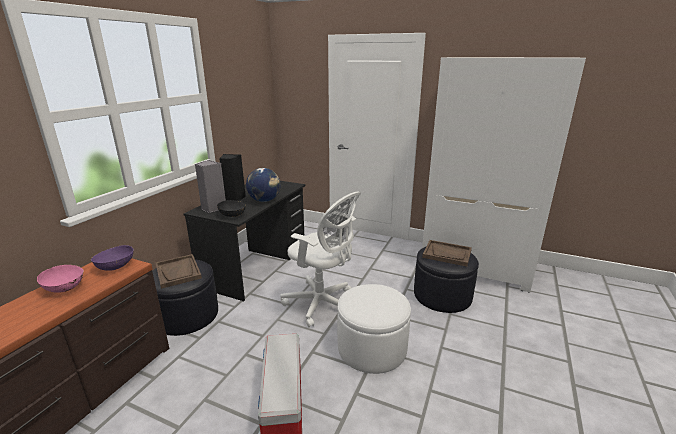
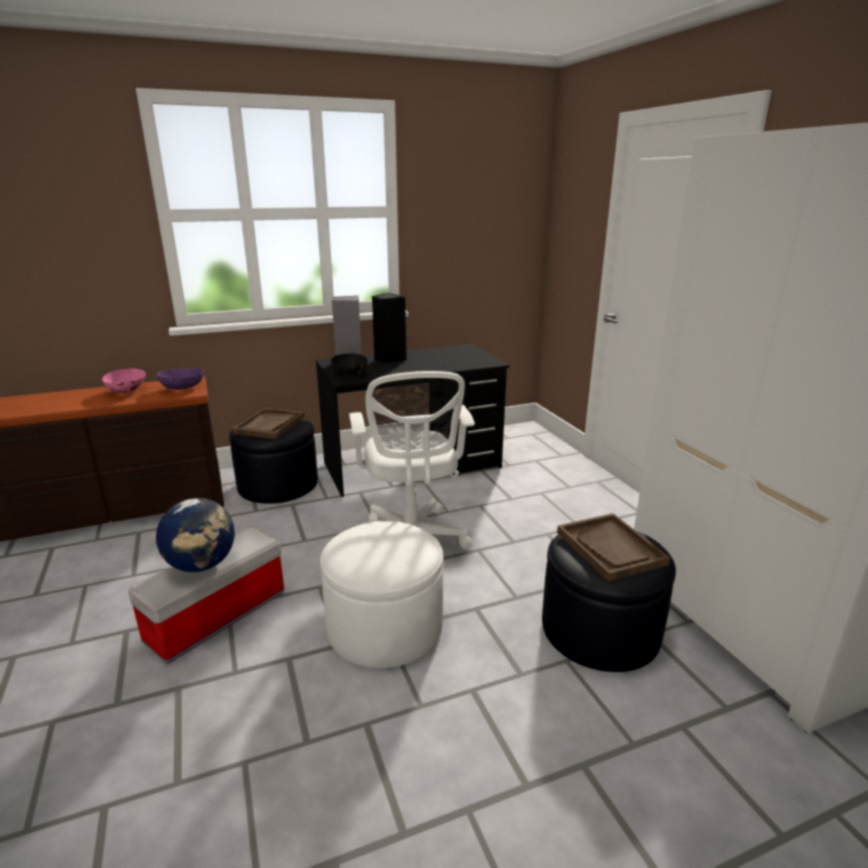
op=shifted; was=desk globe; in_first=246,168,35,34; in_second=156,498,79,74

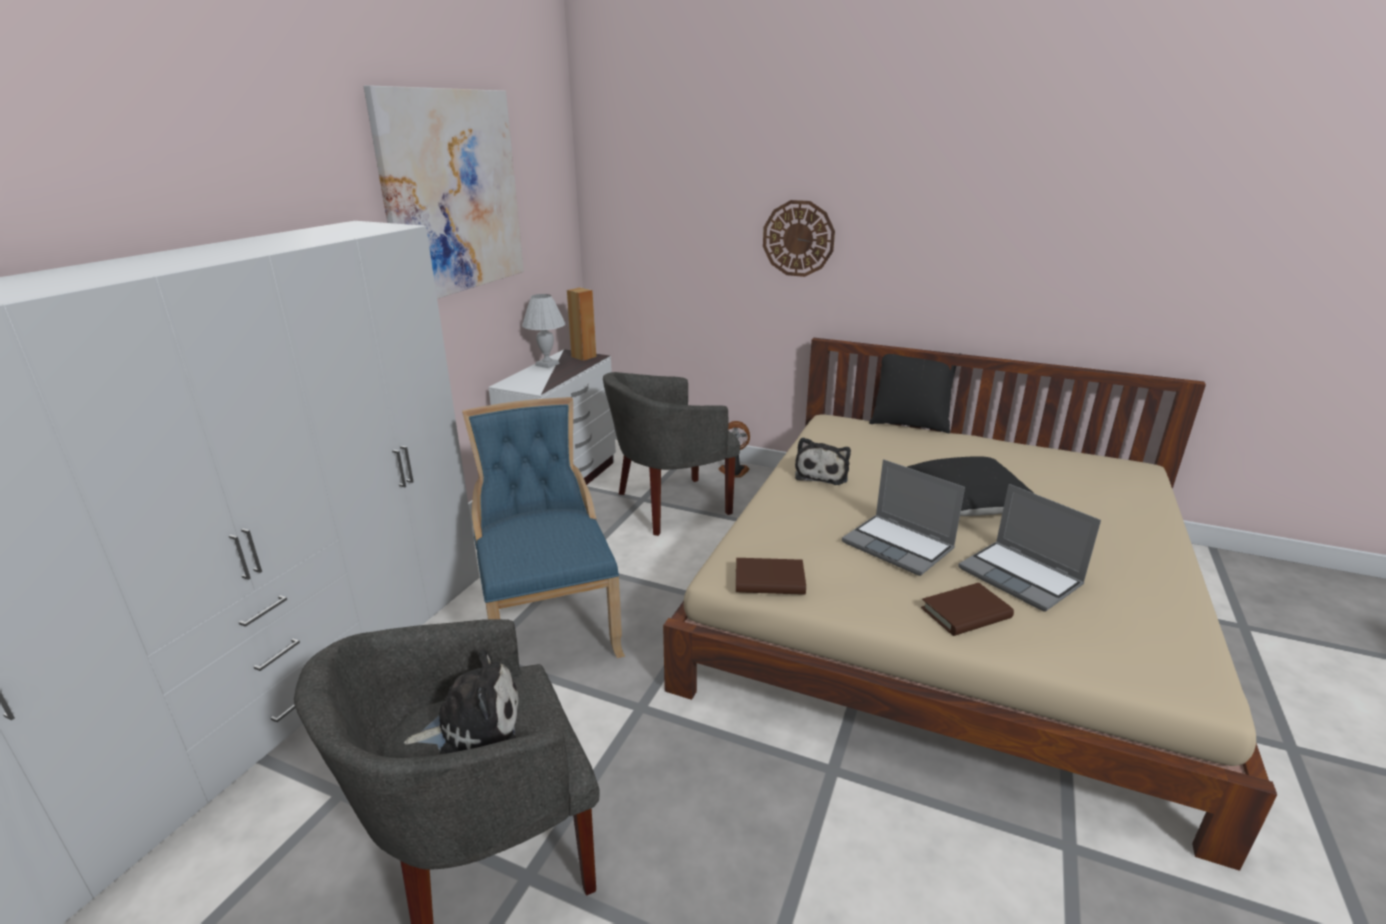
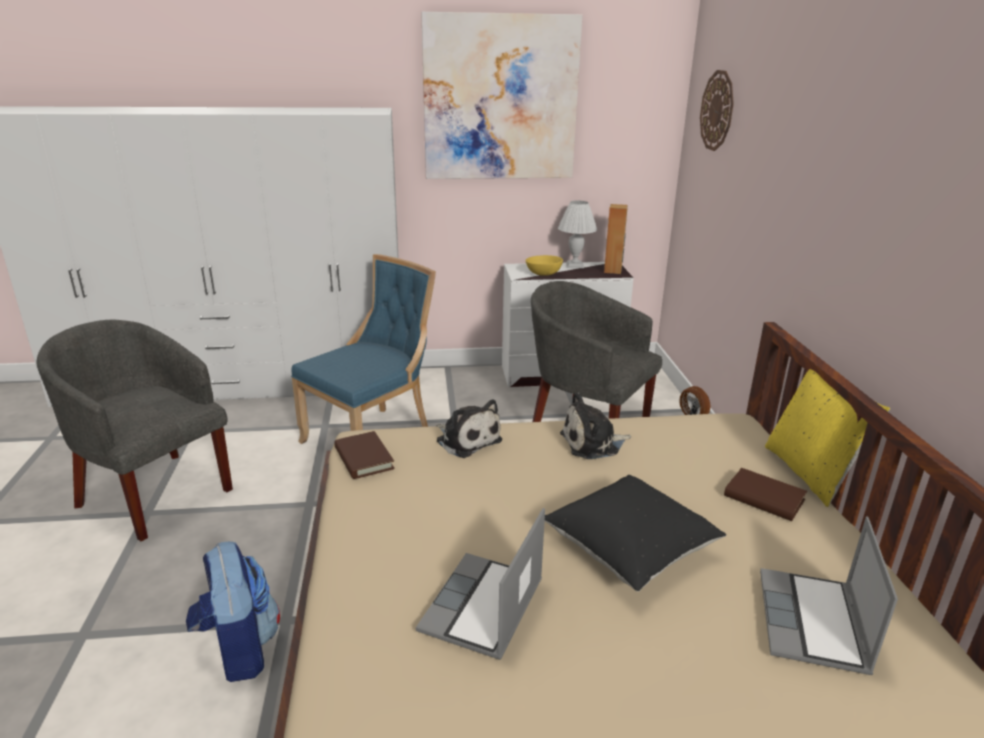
op=shifted; was=clock on the wall; in_first=763,200,72,77; in_second=700,70,34,81
op=repainted; was=blackish cushion; now=yellowish cushion; in_first=869,353,92,80; in_second=765,369,125,138
op=shifted; was=notebook computer; in_first=842,459,123,117; in_second=760,516,138,159
op=shifted; was=brown bound book; in_first=921,583,93,53; in_second=724,468,83,53
op=shifted; was=plush toy; in_first=404,649,115,106; in_second=436,399,66,59
op=new; now=yellowish bowl; in_second=525,255,38,21
op=new; now=rucksack; in_second=186,542,94,140

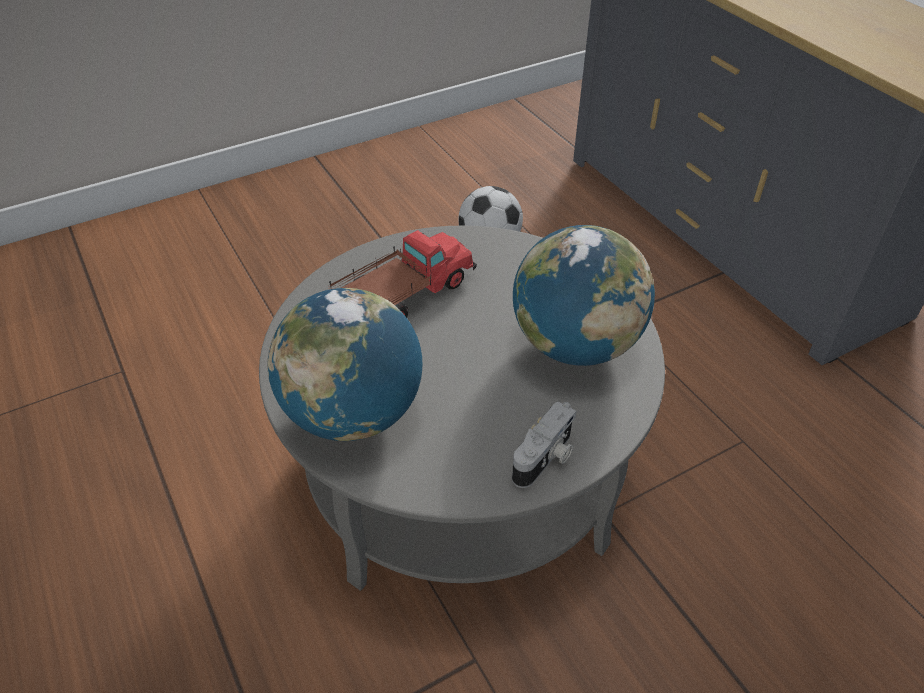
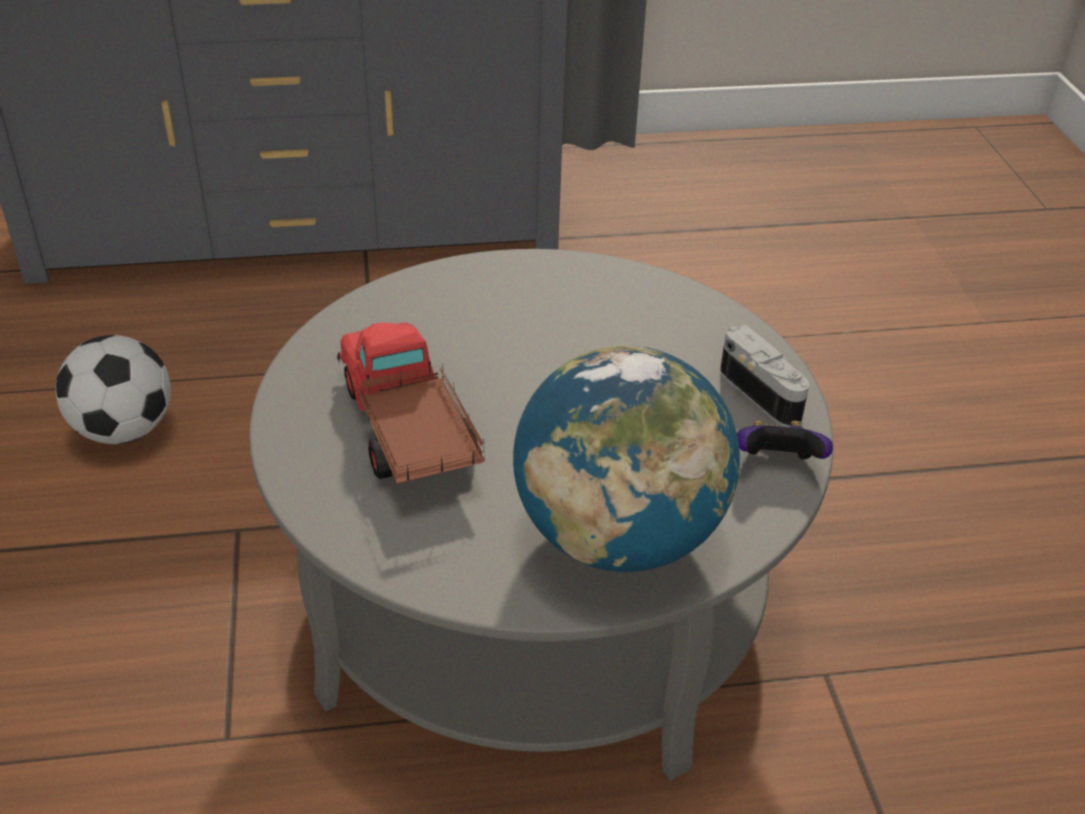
op=gone; was=desk globe; in_first=513,225,142,141
op=new; now=joypad; in_second=737,421,96,38

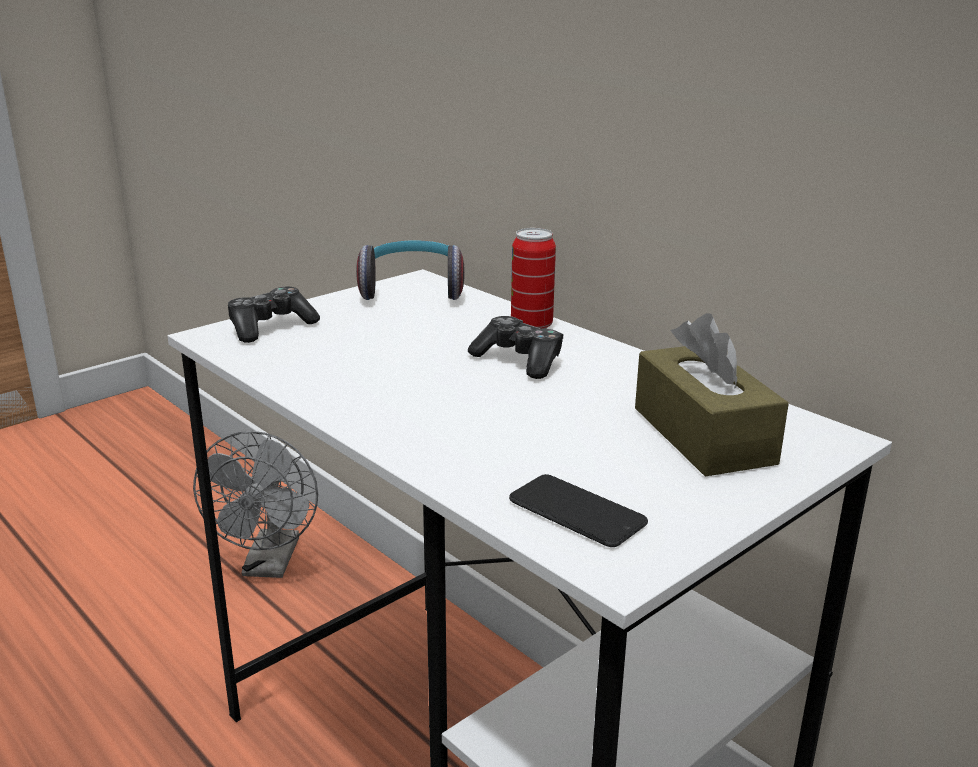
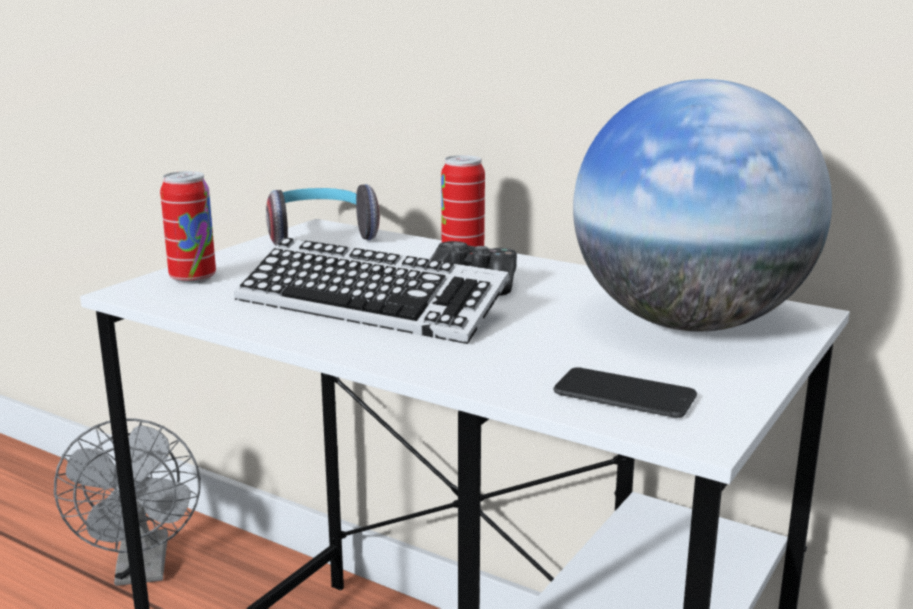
op=swapped; was=joypad; now=metal can; in_first=228,287,92,56; in_second=160,171,56,113
op=swapped; was=brown tissue box; now=desk globe; in_first=635,313,154,164; in_second=573,79,259,253
op=new; now=keyboard; in_second=234,237,275,107

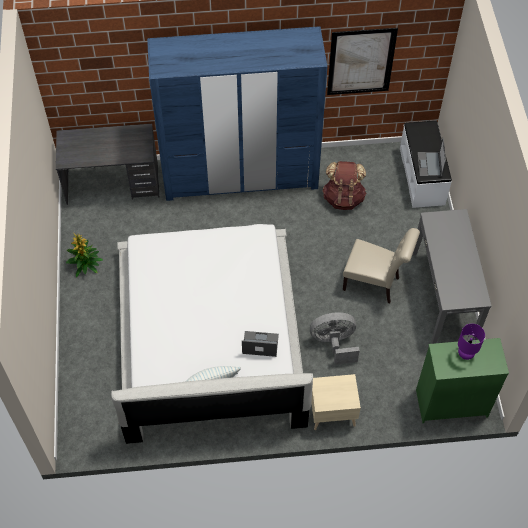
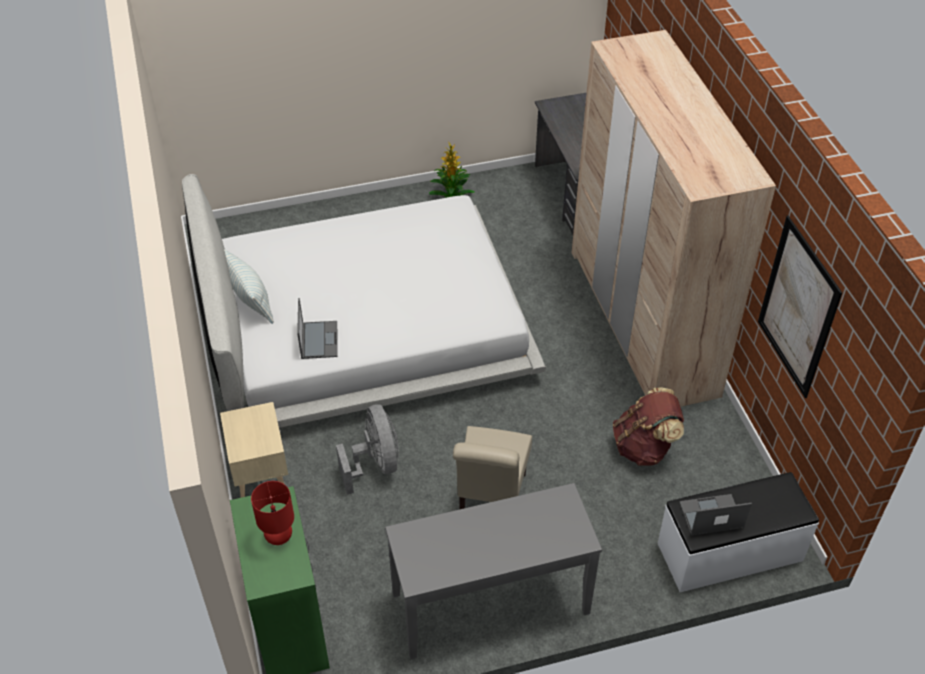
op=repainted; was=blue-coloured clothes cupboard; now=sand-coloured clothes cupboard; in_first=147,27,180,174; in_second=572,30,204,377
op=repainted; was=purple lamp for a table; now=red-coloured lamp for a table; in_first=458,324,27,36; in_second=251,481,43,64

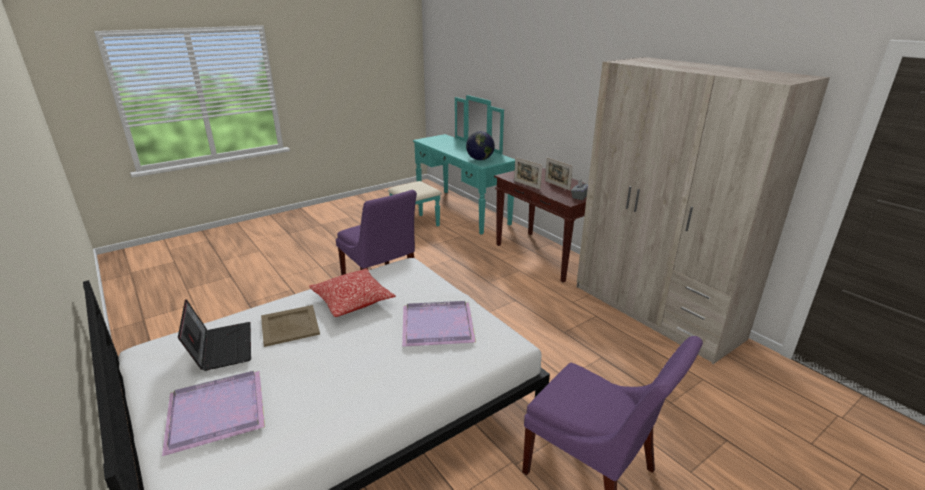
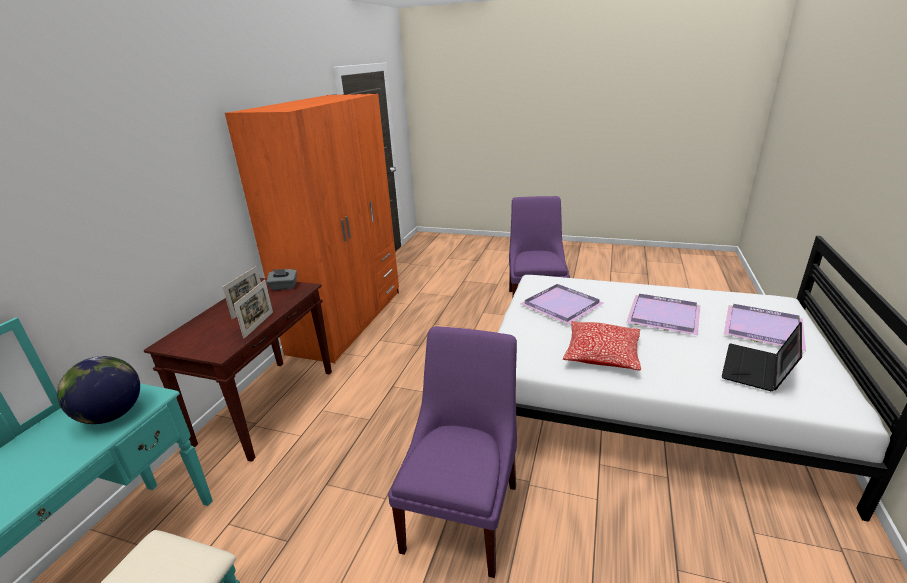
op=repainted; was=sand-coloured clothes cupboard; now=orange-coloured clothes cupboard; in_first=576,57,254,307; in_second=225,94,174,269
op=gone; was=sand-coloured serving tray; in_first=261,305,59,42
op=new; now=purple serving tray; in_second=627,294,73,41

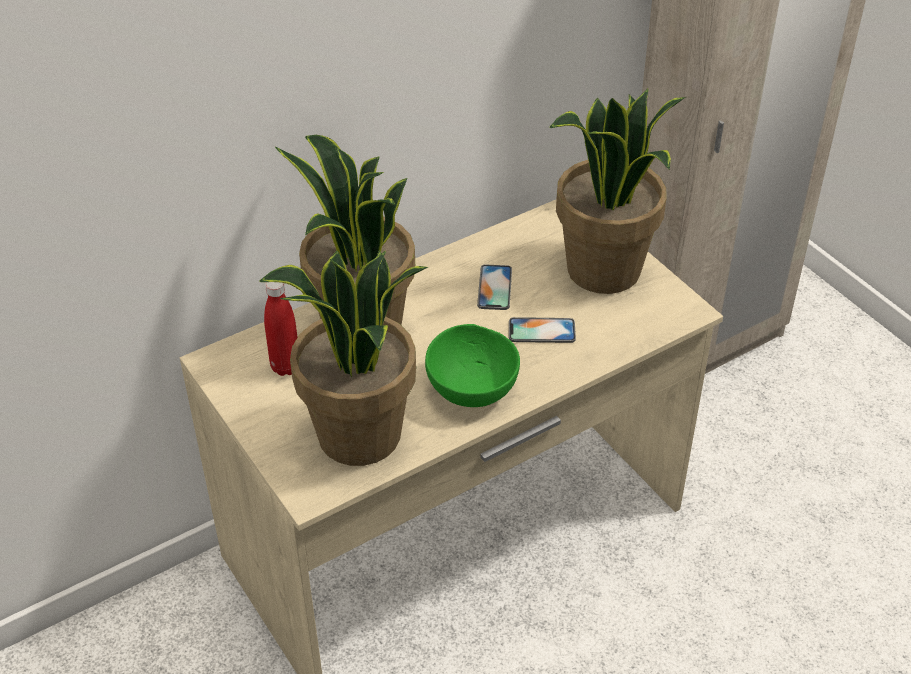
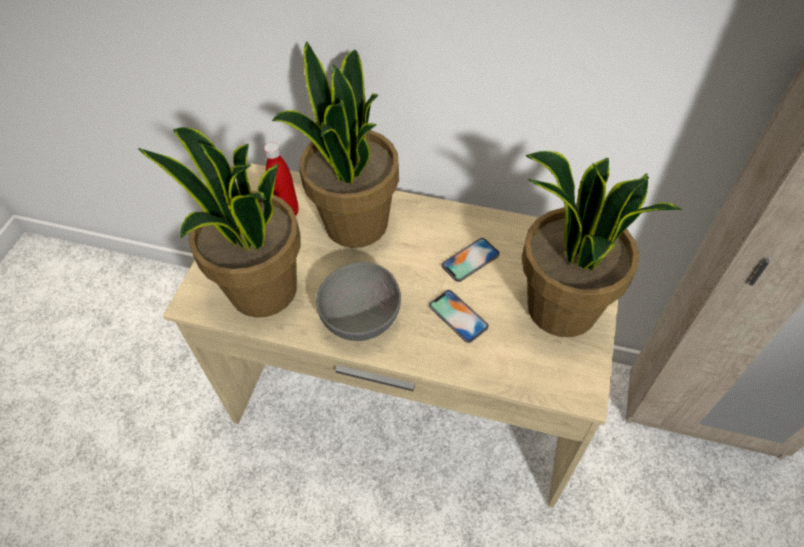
op=repainted; was=green bowl; now=greyish bowl; in_first=425,324,95,83; in_second=316,262,85,79

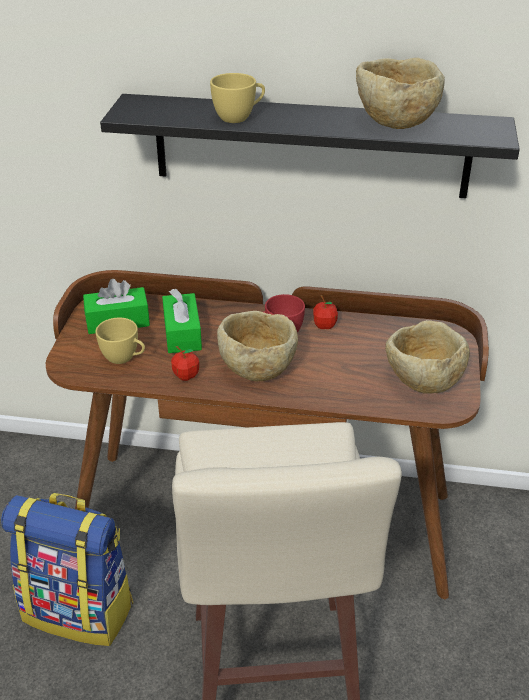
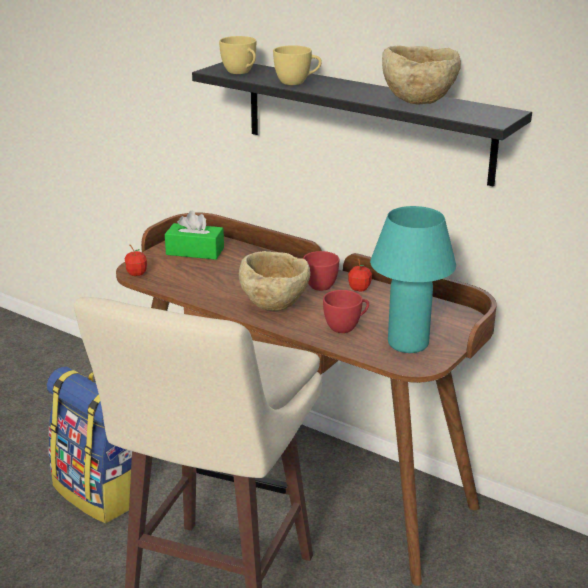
op=gone; was=green tissue box; in_first=162,289,40,64
op=shifted; was=yellowish small cup; in_first=95,318,50,46; in_second=219,36,37,38
op=swapped; was=sand-coloured bowl; now=turquoise-coloured lamp for a table; in_first=385,320,85,74; in_second=370,206,86,147
op=shifted; was=apple; in_first=171,346,28,35; in_second=125,245,22,31
op=new; now=red-coloured small cup; in_second=323,290,46,43

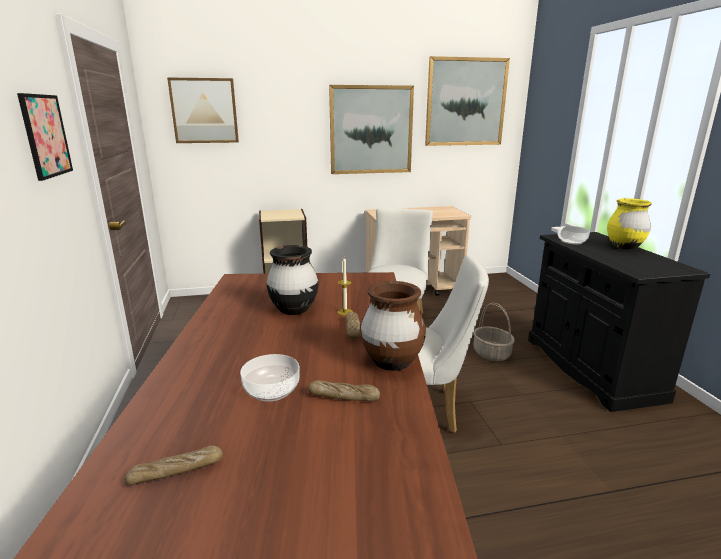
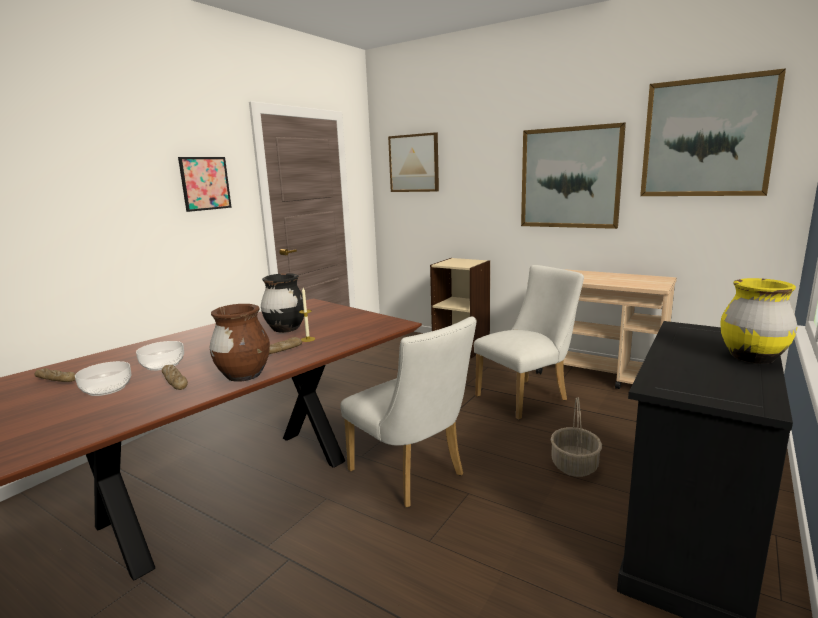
op=shifted; was=bowl; in_first=558,226,32,18; in_second=75,361,56,35

